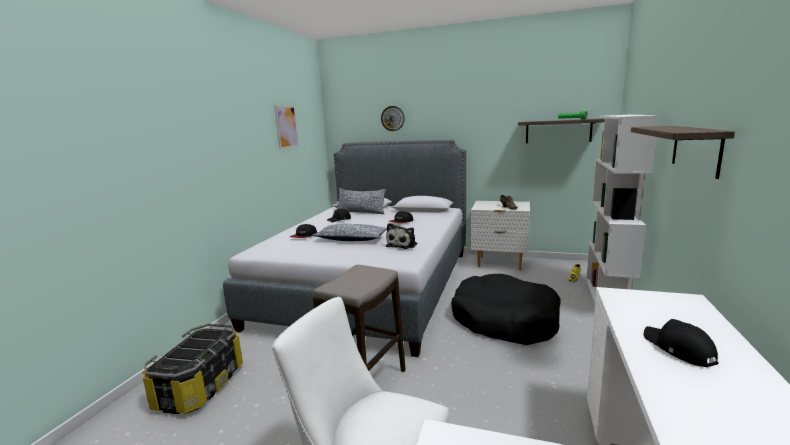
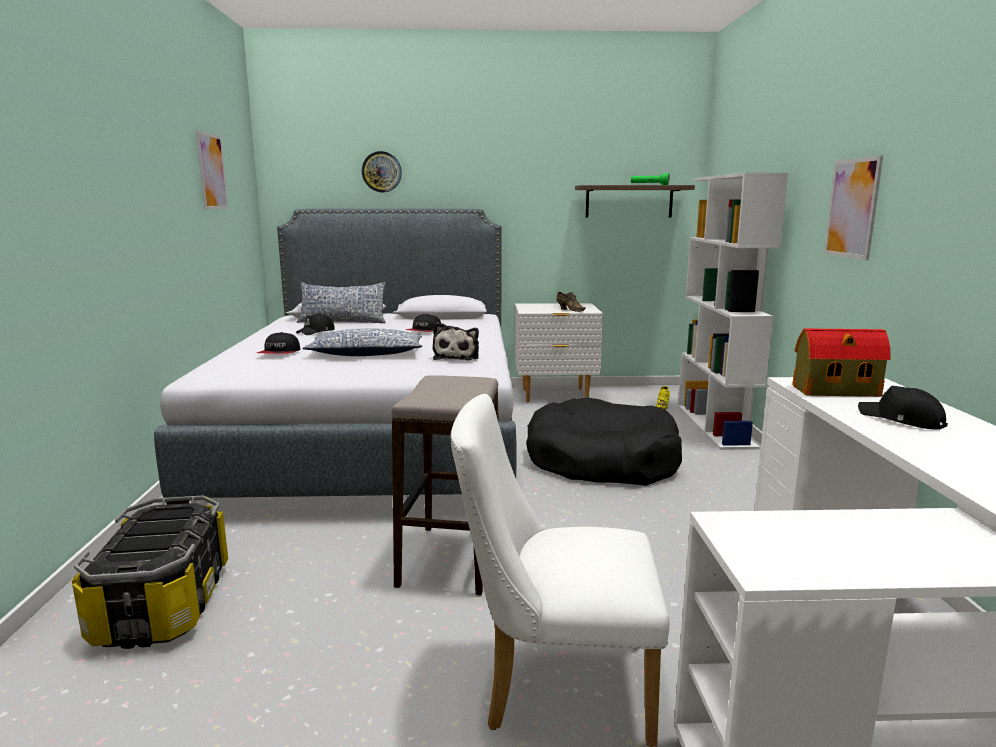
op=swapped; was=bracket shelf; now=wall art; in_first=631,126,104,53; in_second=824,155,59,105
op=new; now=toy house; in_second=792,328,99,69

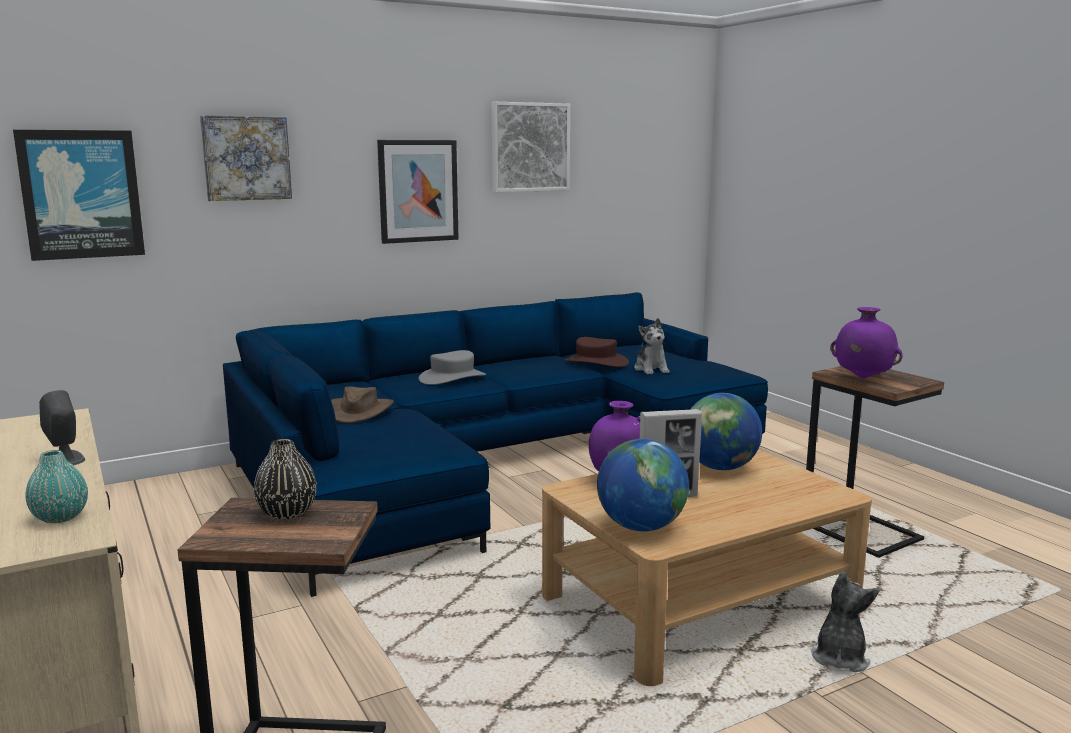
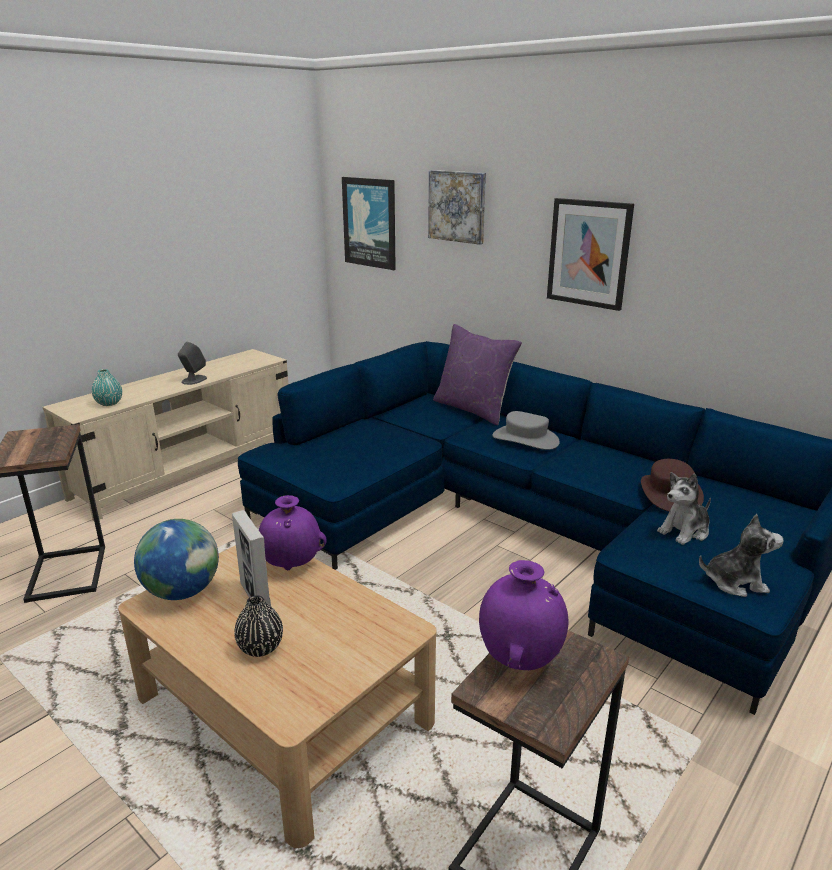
op=gone; was=wall art; in_first=491,102,79,90
op=gone; was=brown clothing hat; in_first=331,386,63,37
op=gone; was=desk globe; in_first=690,393,72,77
op=shifted; was=blackish vase; in_first=254,439,63,80; in_second=234,595,49,62
op=shifted; was=plush toy; in_first=811,572,68,100; in_second=699,514,85,83
op=new; now=purple cushion; in_second=433,324,89,101

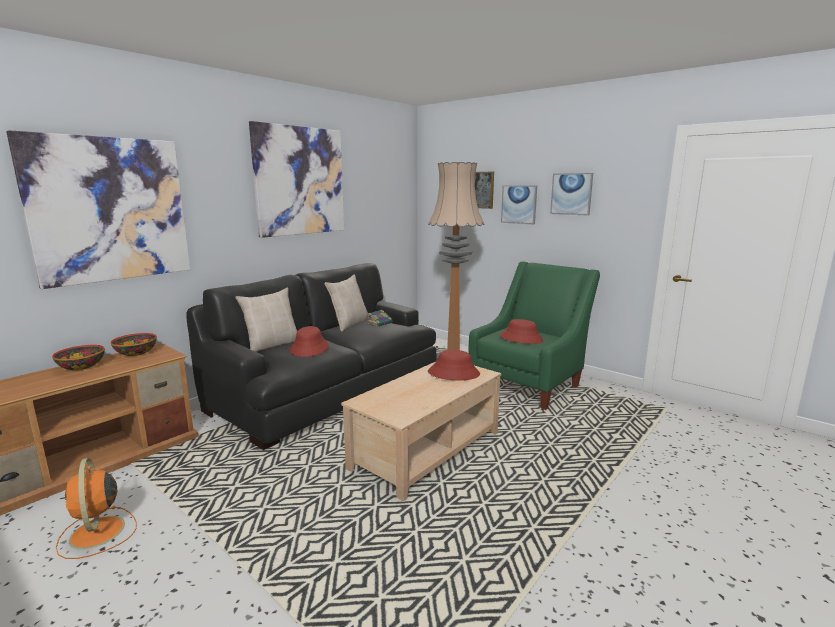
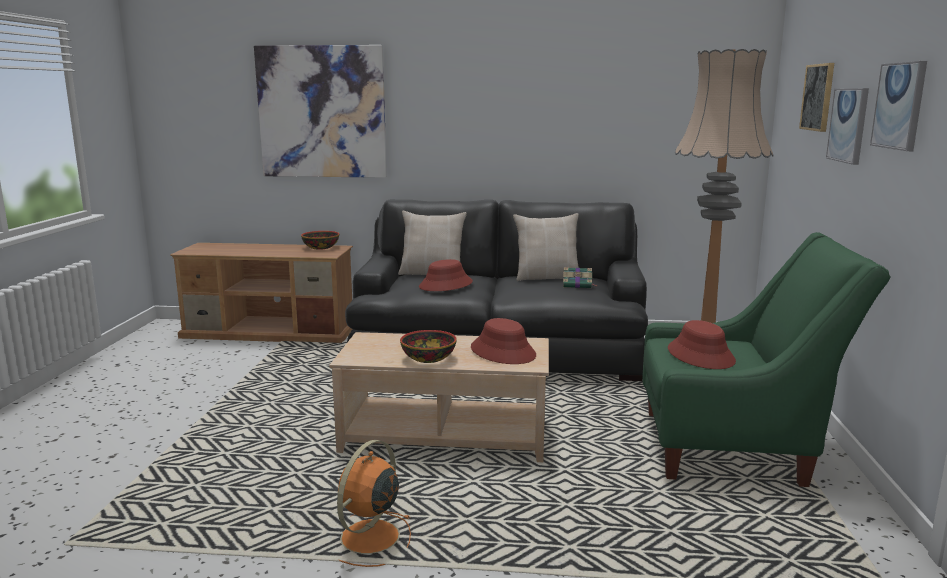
op=gone; was=wall art; in_first=249,121,95,117
op=shifted; was=bowl; in_first=52,345,53,25; in_second=400,330,57,33
op=shifted; was=orange-coloured electric fan; in_first=56,458,81,101; in_second=337,440,74,127

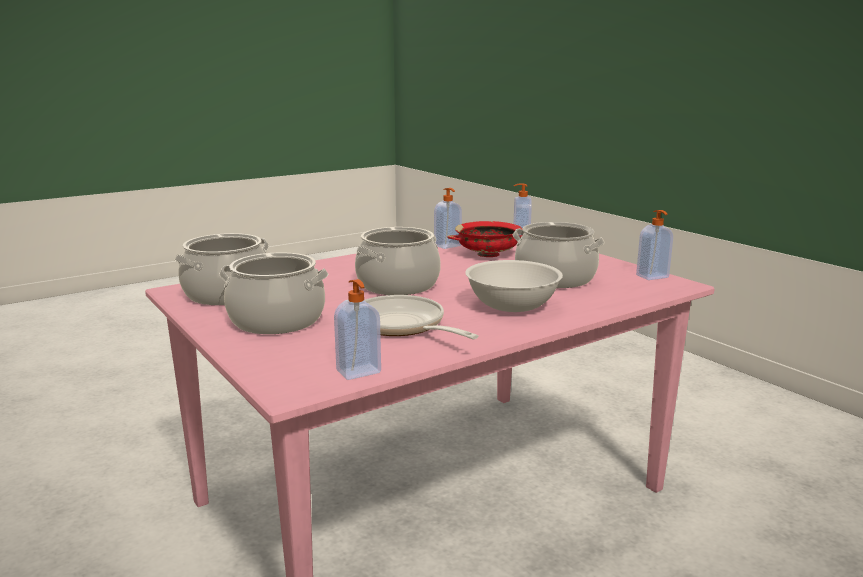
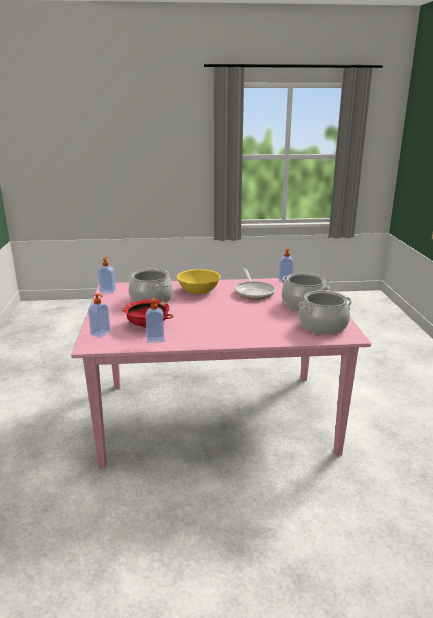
op=gone; was=saucepot; in_first=355,227,86,68
op=repainted; was=white bowl; now=yellowish bowl; in_first=465,260,98,52; in_second=176,269,45,25

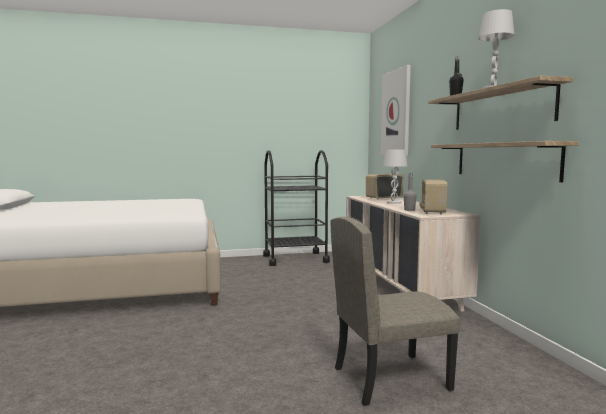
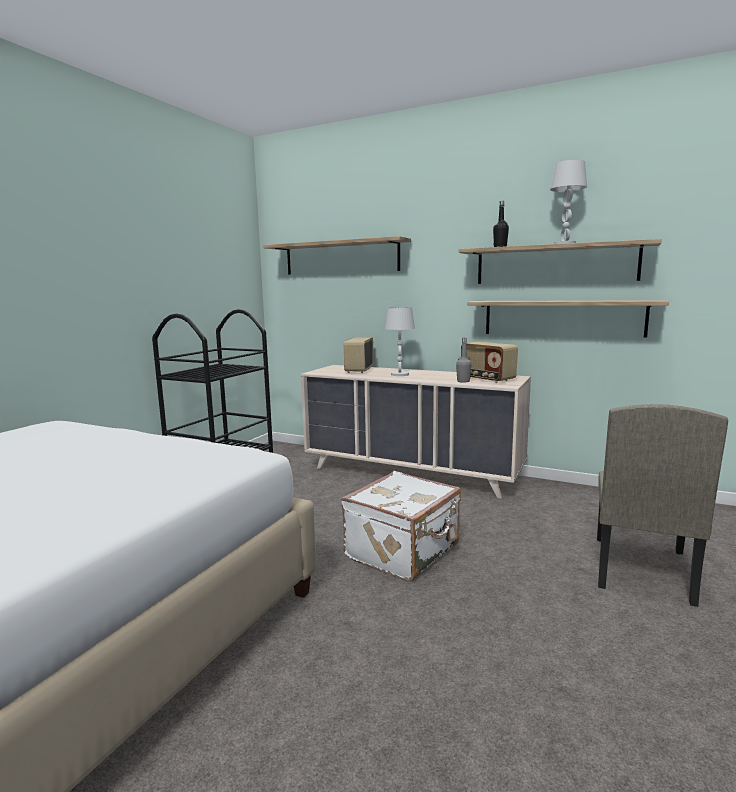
op=swapped; was=wall art; now=bracket shelf; in_first=381,65,30,91; in_second=263,236,148,39
op=new; now=white suitcase; in_second=341,471,120,110

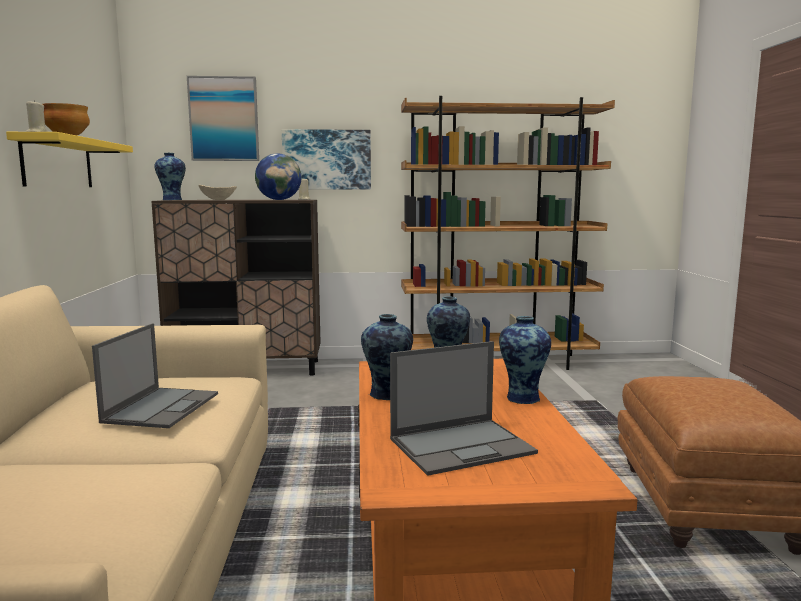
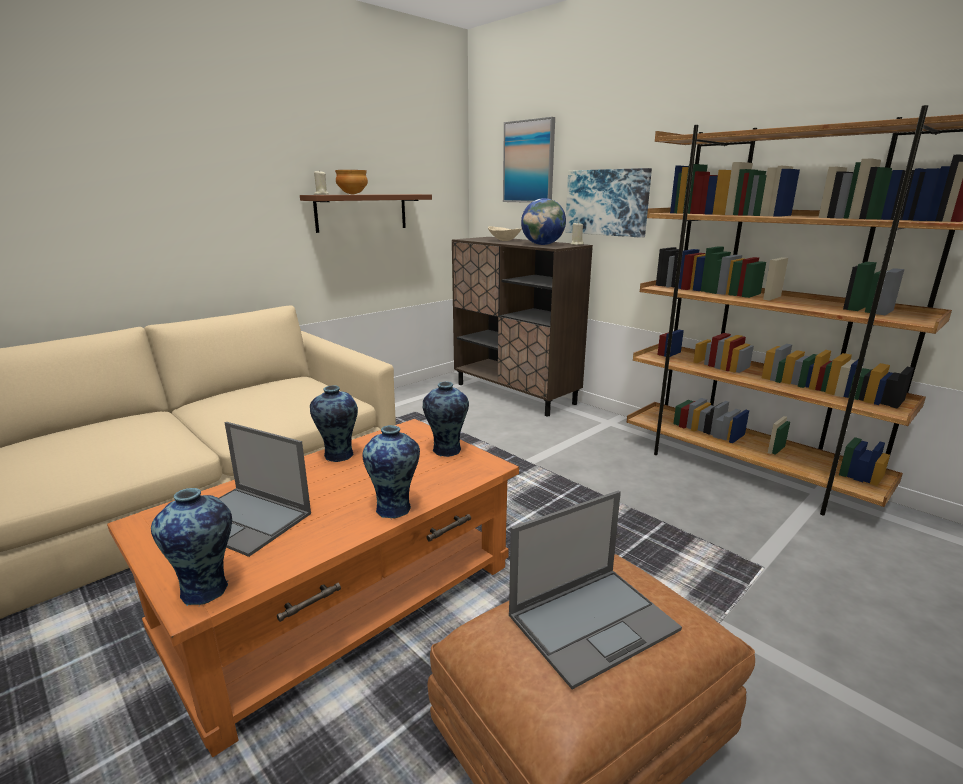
op=repainted; was=yellowish bracket shelf; now=brown bracket shelf; in_first=6,132,127,55; in_second=300,194,132,39
op=shifted; was=vase; in_first=155,153,31,47; in_second=151,488,81,119
op=shifted; was=notebook computer; in_first=92,323,126,105; in_second=509,491,173,199

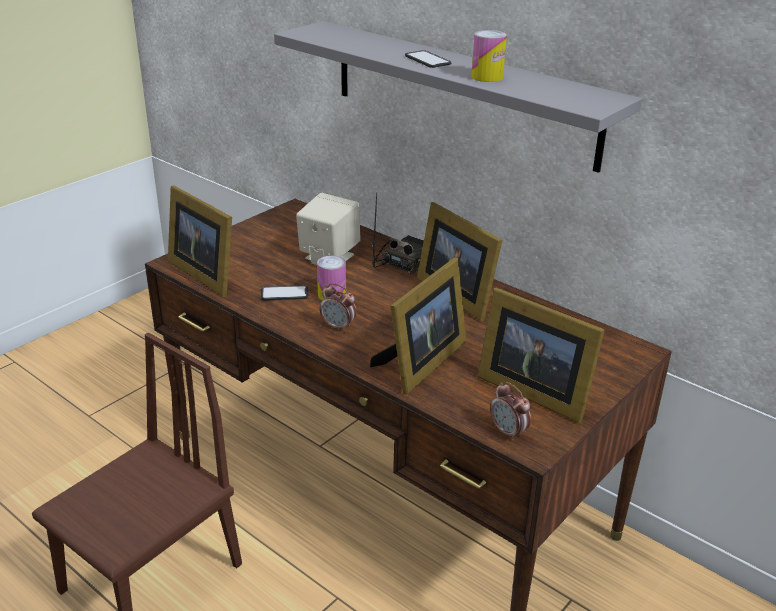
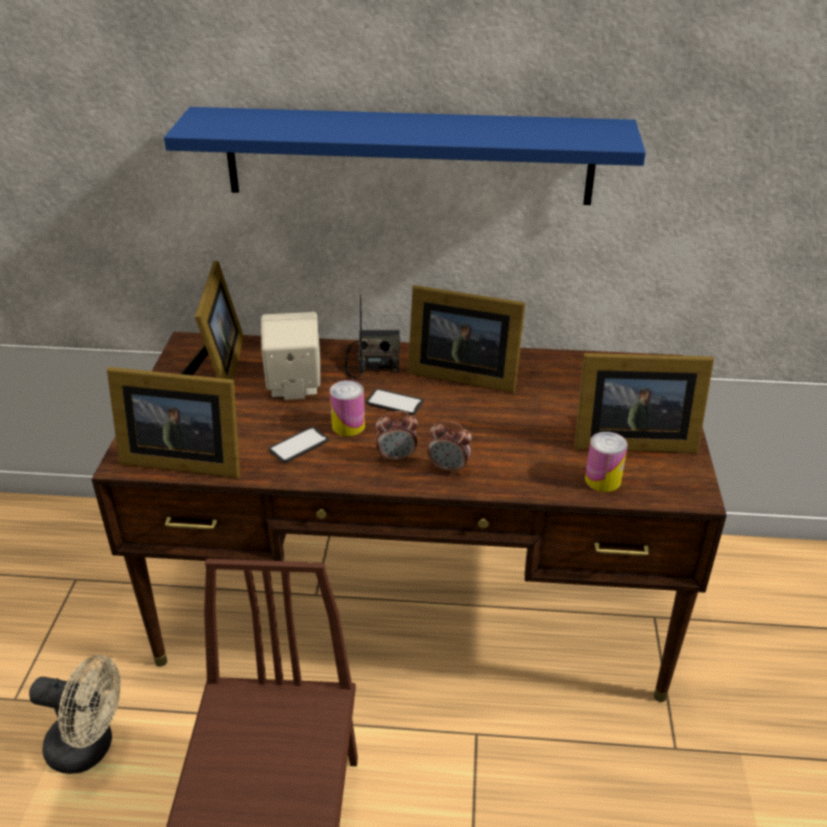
op=repainted; was=greyish bracket shelf; now=blue-coloured bracket shelf; in_first=274,21,368,152; in_second=164,107,482,98
op=shifted; was=metal can; in_first=472,30,35,52; in_second=585,432,43,60
op=shifted; was=handset; in_first=405,50,46,18; in_second=366,389,57,26
op=shifted; was=picture frame; in_first=370,258,96,137; in_second=181,261,63,119
op=shifted; was=alarm clock; in_first=490,382,41,59; in_second=428,421,44,53
op=new; now=sand-coloured electric fan; in_second=29,655,92,119

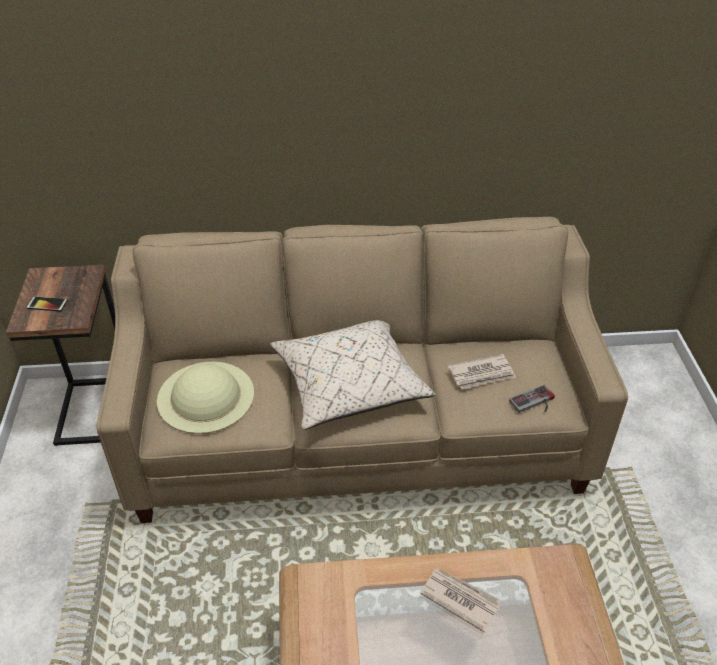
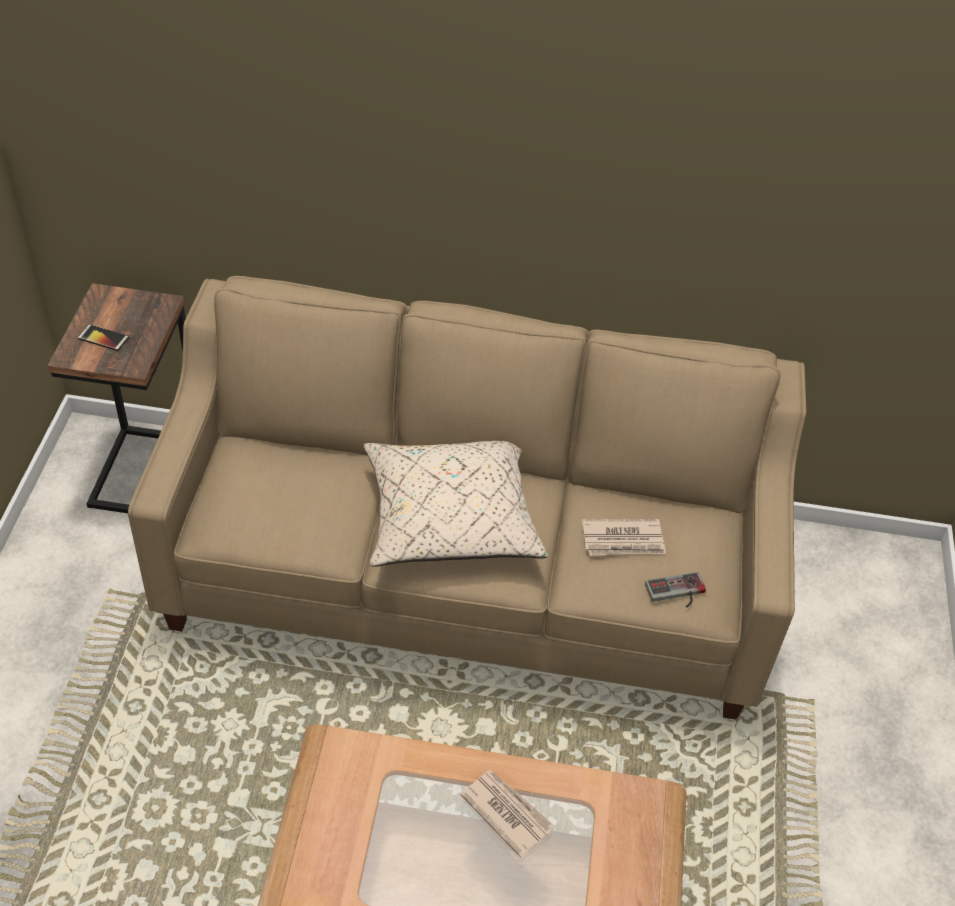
op=gone; was=sand-coloured clothing hat; in_first=157,362,97,72

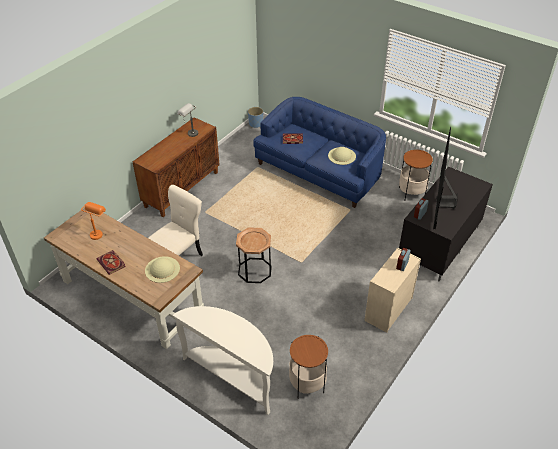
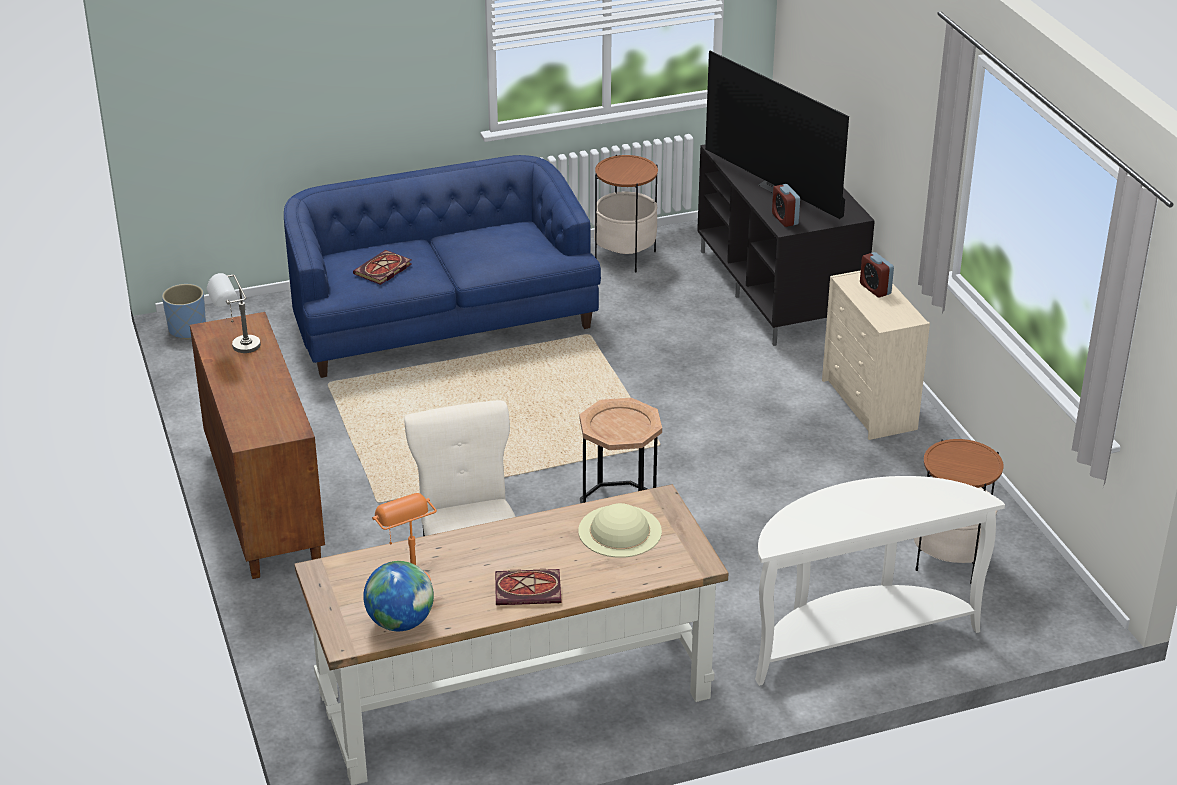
op=gone; was=sand-coloured clothing hat; in_first=328,147,28,18
op=new; now=desk globe; in_second=363,561,71,70

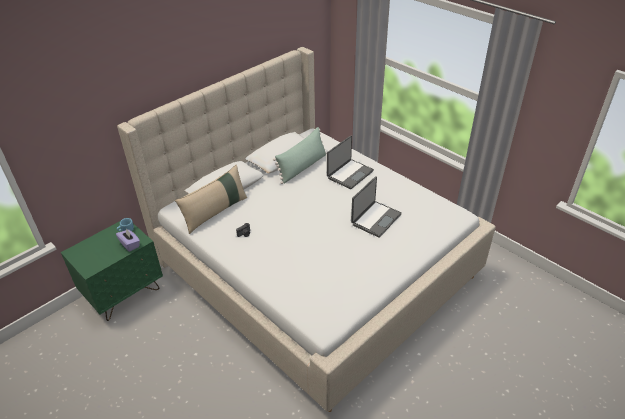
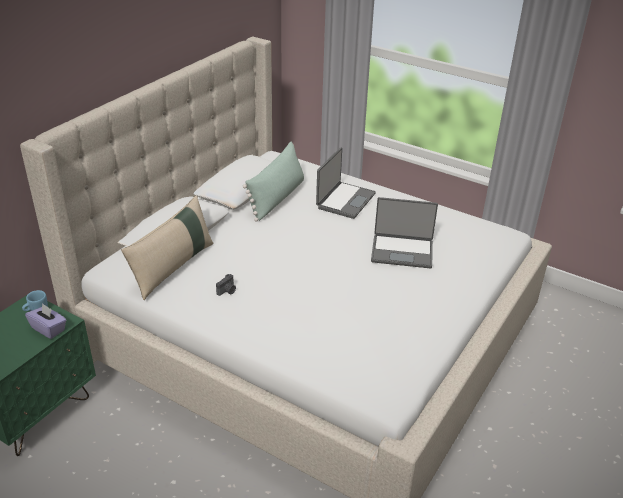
op=rotated; was=notebook computer; in_first=351,176,51,62; in_second=371,197,67,71; clockwise=75

